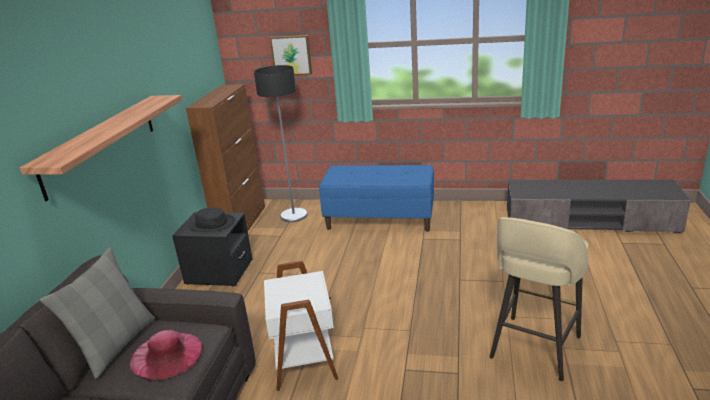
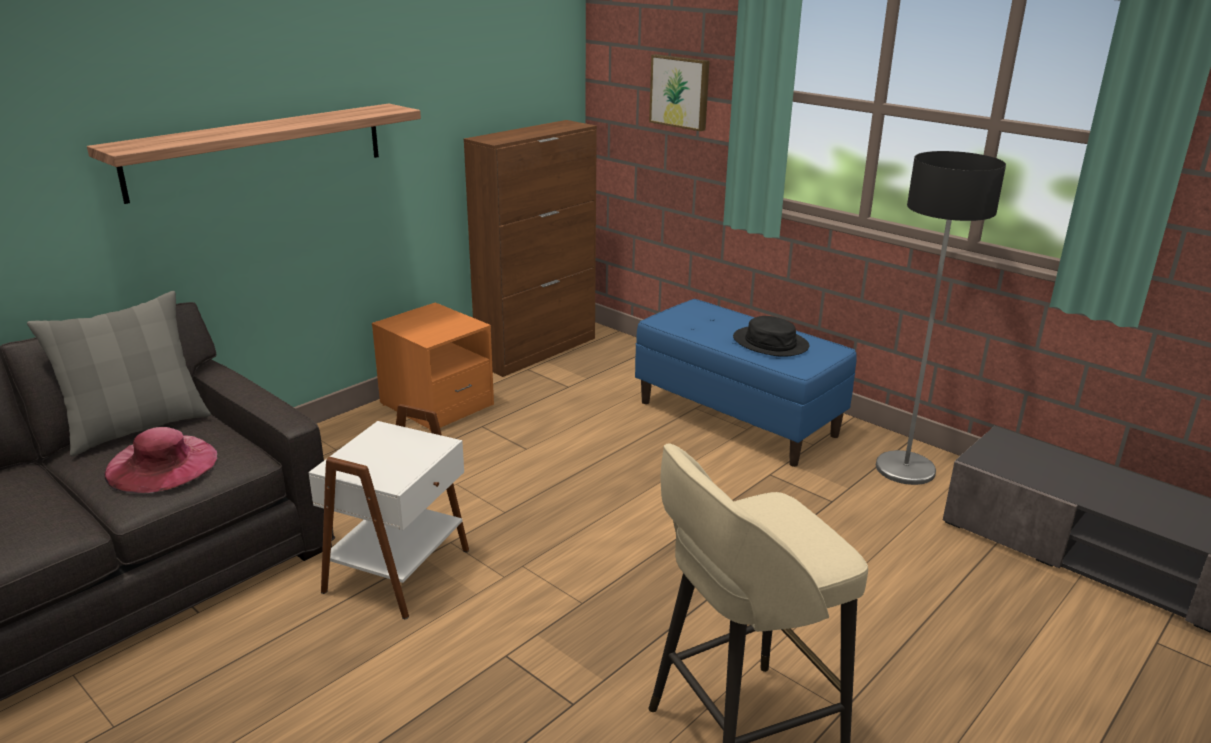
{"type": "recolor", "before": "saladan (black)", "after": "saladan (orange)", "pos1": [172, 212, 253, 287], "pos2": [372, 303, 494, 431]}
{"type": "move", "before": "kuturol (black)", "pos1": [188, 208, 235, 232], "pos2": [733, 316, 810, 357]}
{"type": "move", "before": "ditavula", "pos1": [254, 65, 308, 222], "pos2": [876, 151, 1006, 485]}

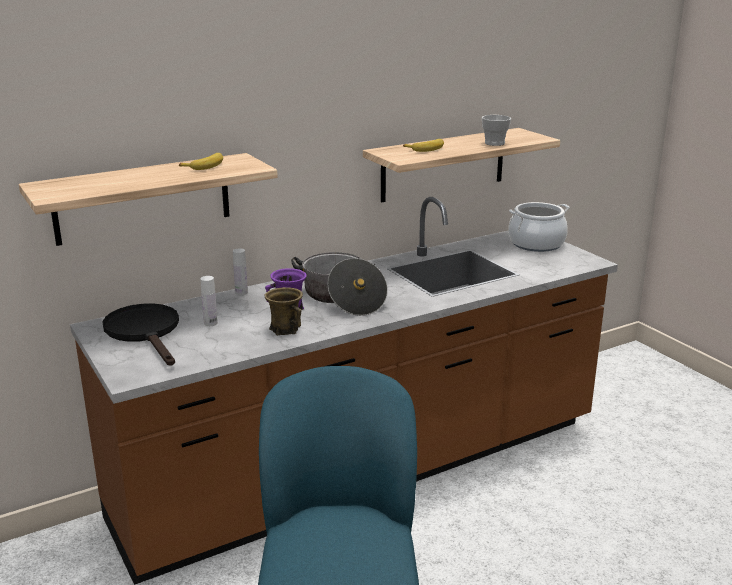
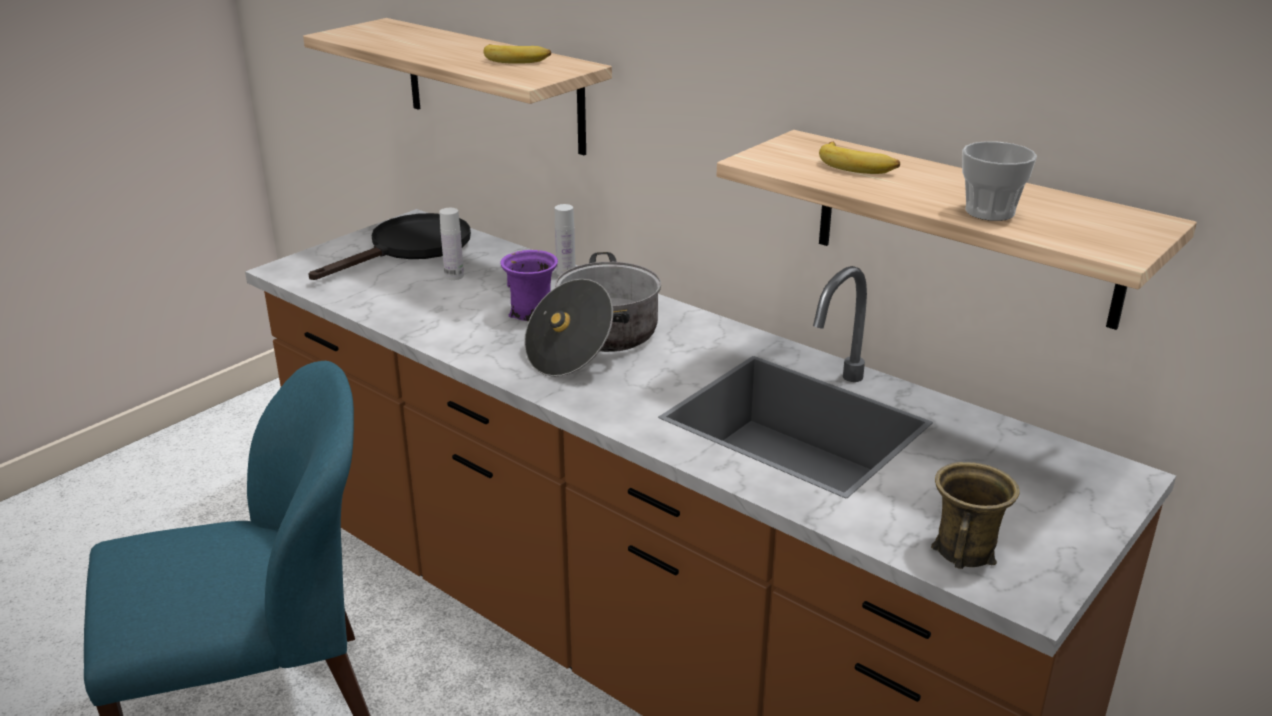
{"type": "move", "before": "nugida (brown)", "pos1": [264, 287, 303, 335], "pos2": [931, 462, 1020, 569]}
{"type": "delete", "before": "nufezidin", "pos1": [508, 202, 570, 252]}

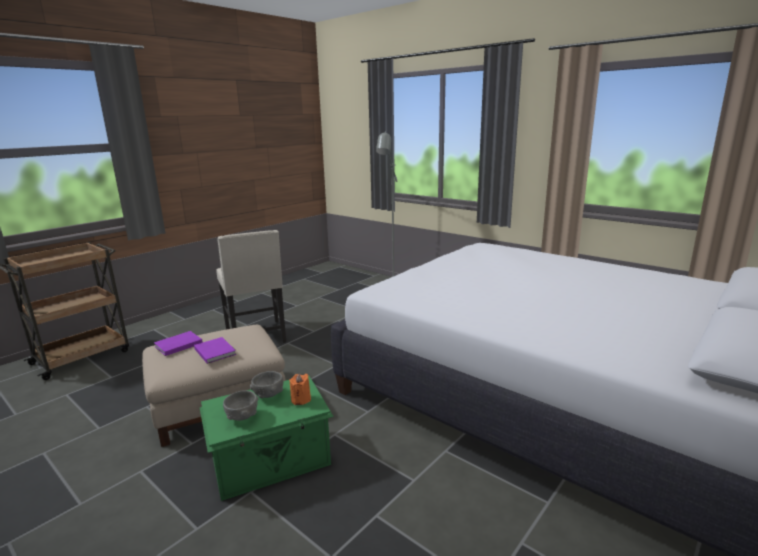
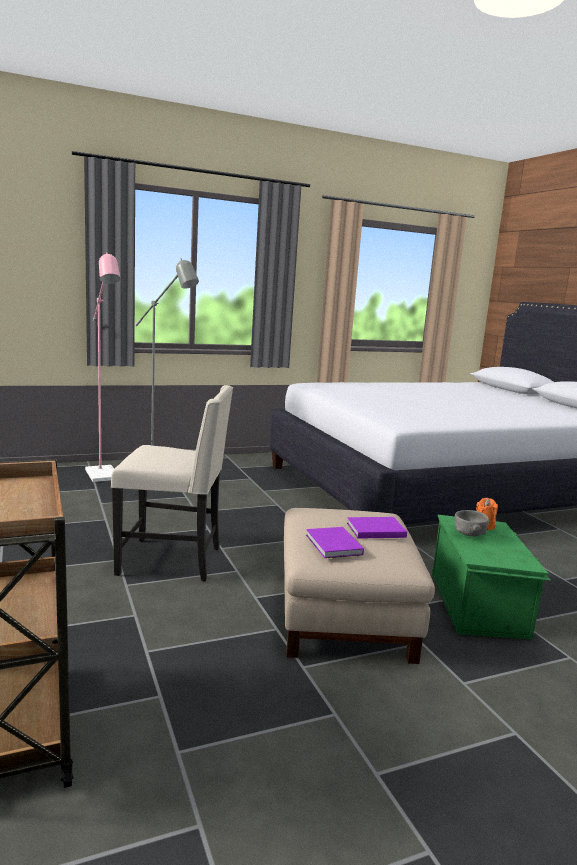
{"type": "insert", "after": "ditavula (pink)", "pos2": [85, 252, 121, 482]}
{"type": "delete", "before": "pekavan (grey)", "pos1": [223, 390, 258, 421]}

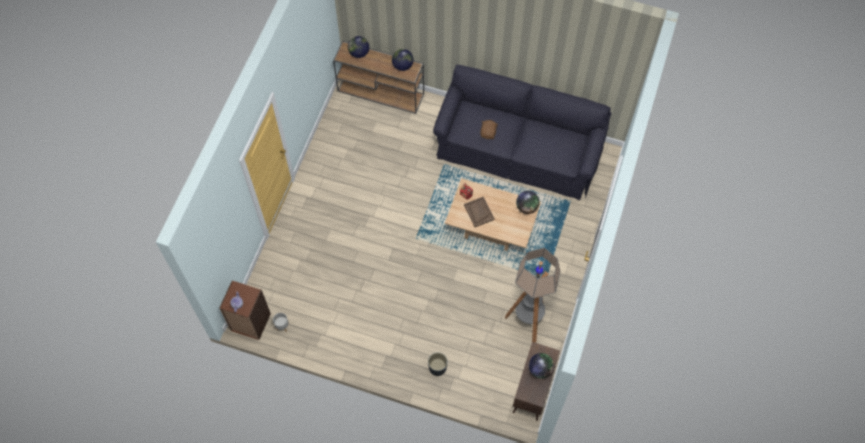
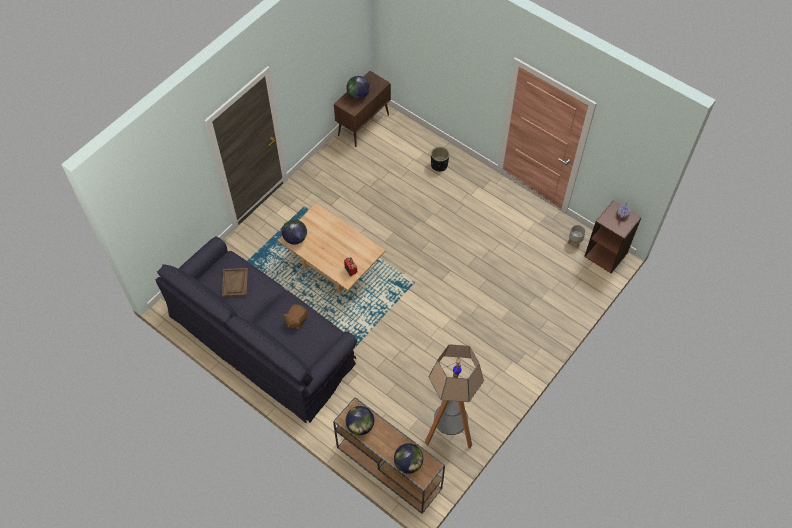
{"type": "move", "before": "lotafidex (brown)", "pos1": [464, 197, 495, 227], "pos2": [222, 268, 248, 297]}
{"type": "move", "before": "ditavula", "pos1": [505, 248, 560, 343], "pos2": [425, 344, 484, 449]}

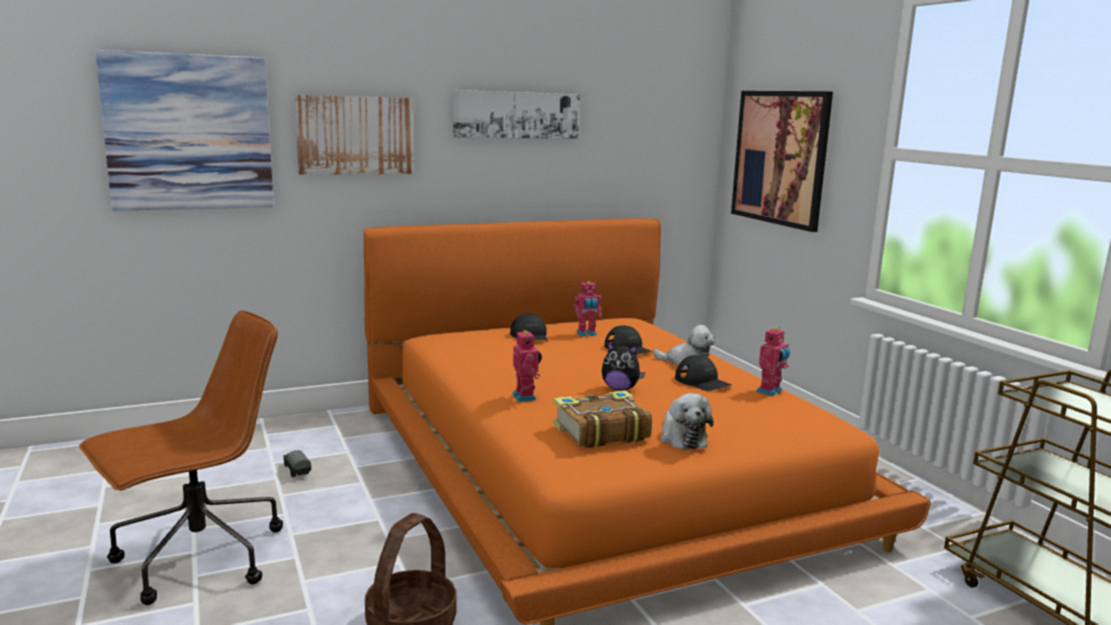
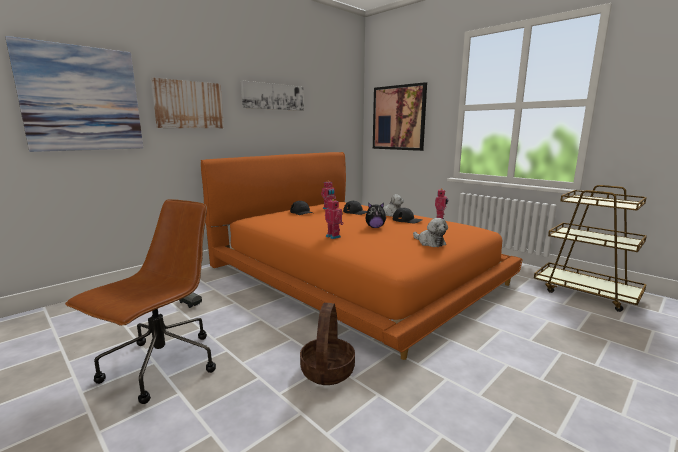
{"type": "delete", "before": "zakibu", "pos1": [553, 390, 652, 448]}

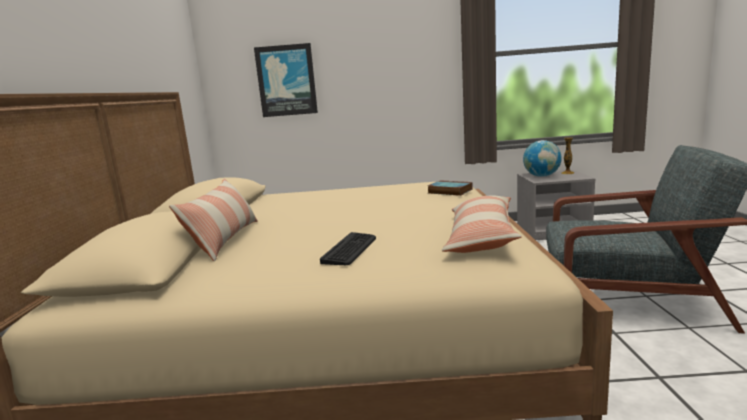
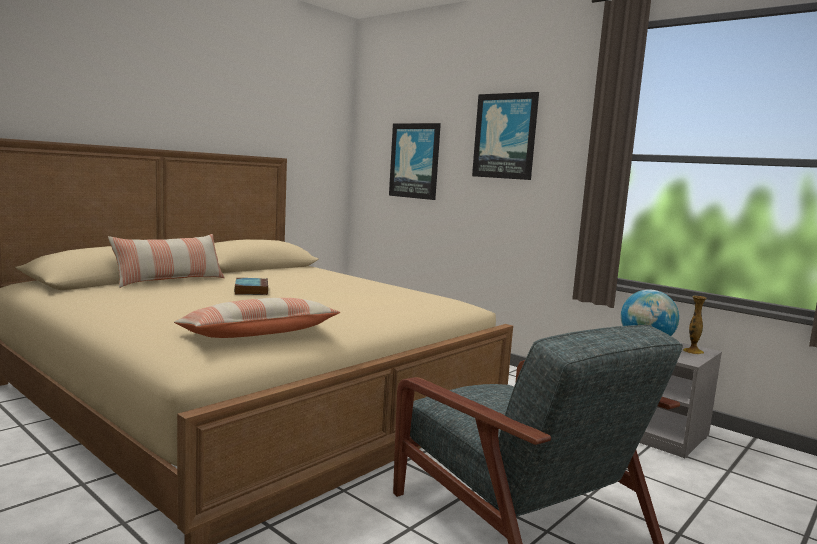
{"type": "move", "before": "zakibu", "pos1": [428, 180, 472, 196], "pos2": [234, 278, 268, 295]}
{"type": "insert", "after": "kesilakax", "pos2": [472, 92, 539, 180]}
{"type": "delete", "before": "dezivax", "pos1": [320, 232, 376, 265]}

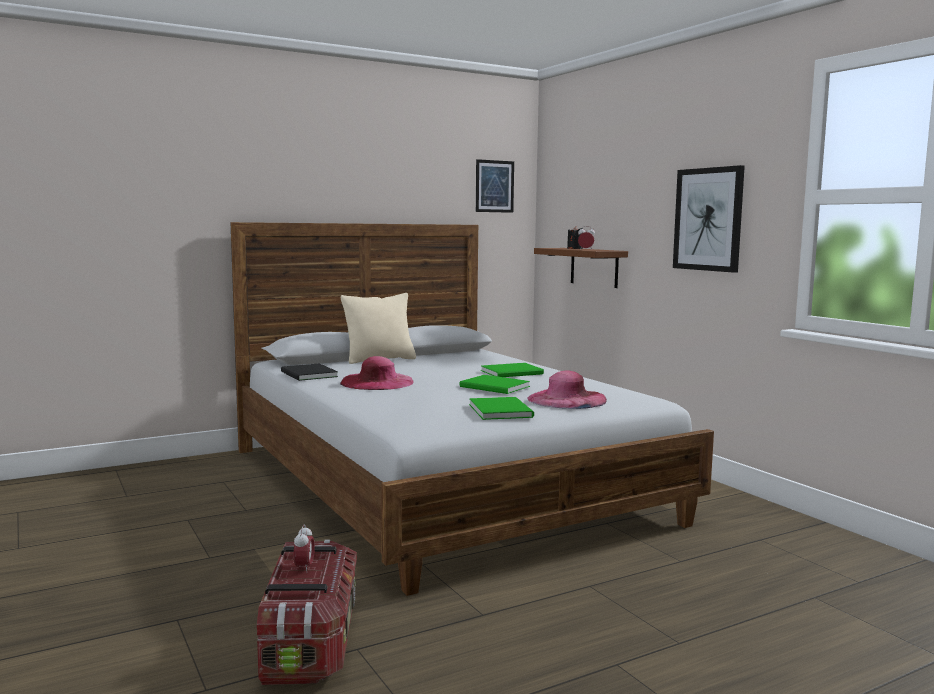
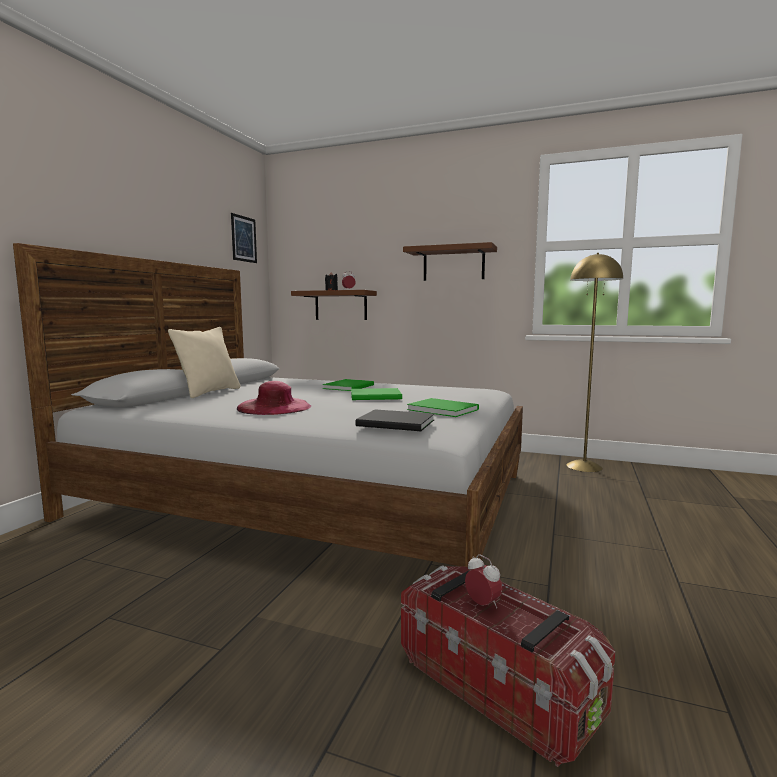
{"type": "move", "before": "zakibu (black)", "pos1": [281, 363, 338, 381], "pos2": [355, 409, 434, 431]}
{"type": "replace", "before": "kesilakax", "after": "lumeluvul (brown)", "pos1": [673, 165, 745, 273], "pos2": [403, 242, 497, 281]}
{"type": "insert", "after": "ditavula (yellow)", "pos2": [566, 253, 623, 472]}
{"type": "delete", "before": "kuturol (pink)", "pos1": [528, 371, 607, 409]}

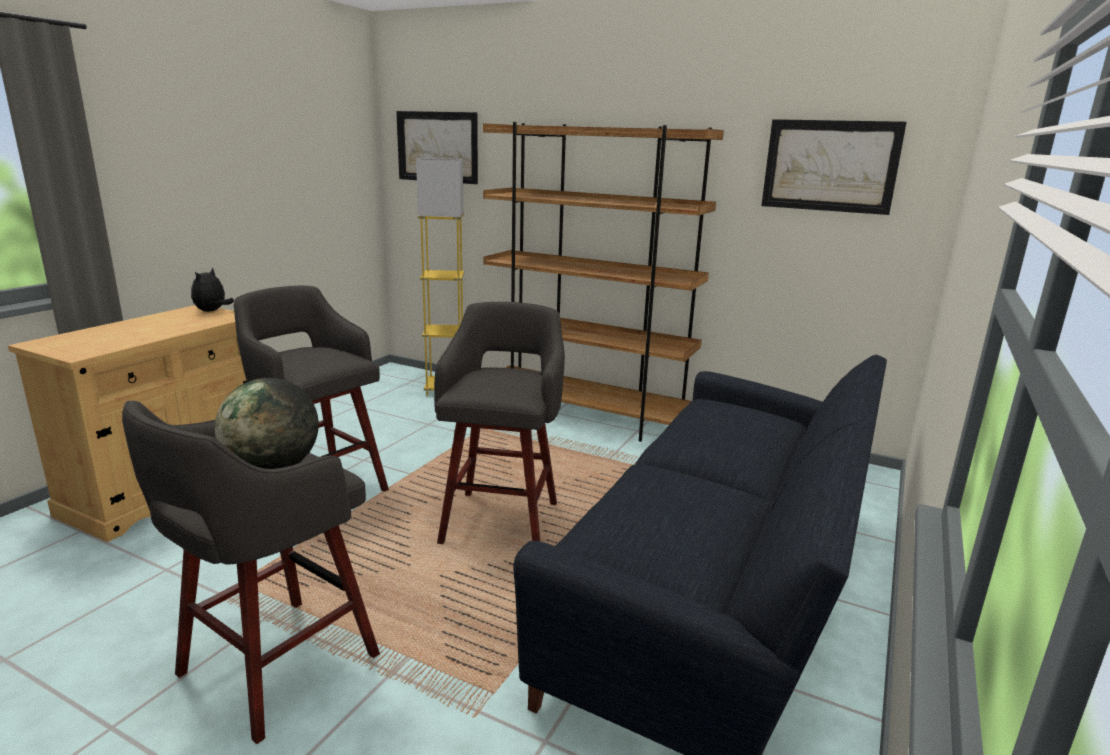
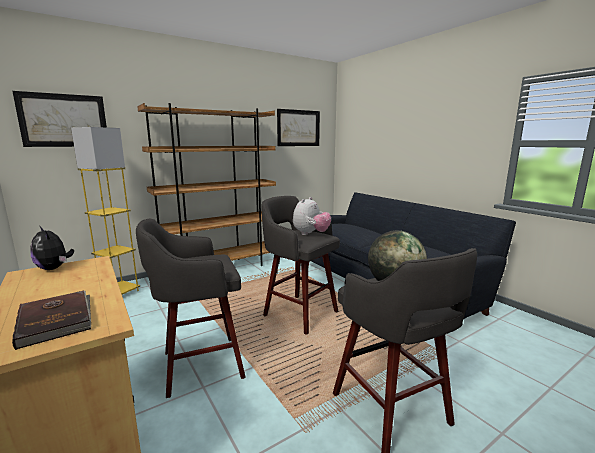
{"type": "insert", "after": "zakibu (brown)", "pos2": [12, 291, 91, 350]}
{"type": "insert", "after": "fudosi", "pos2": [293, 197, 331, 235]}

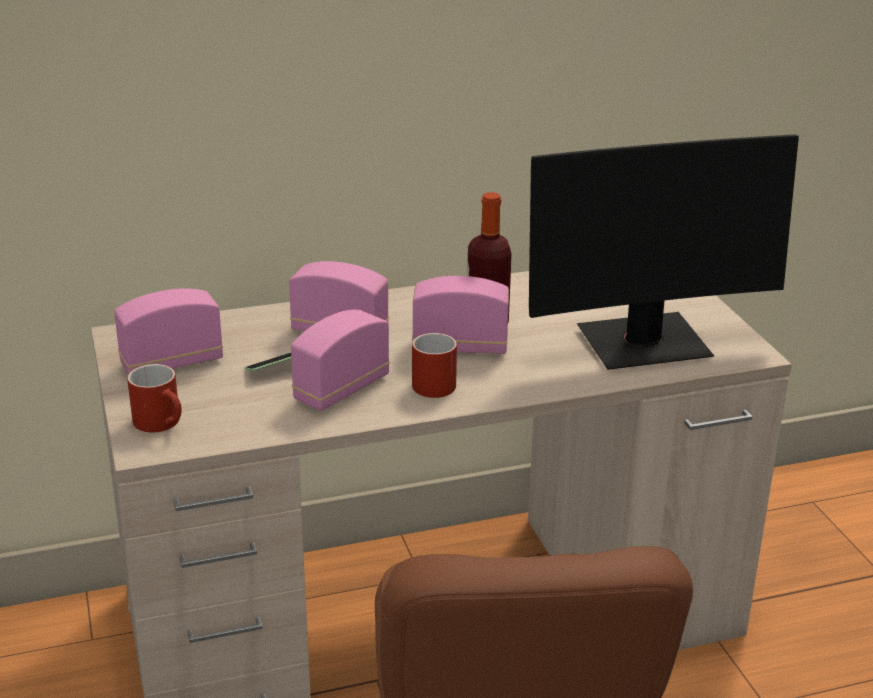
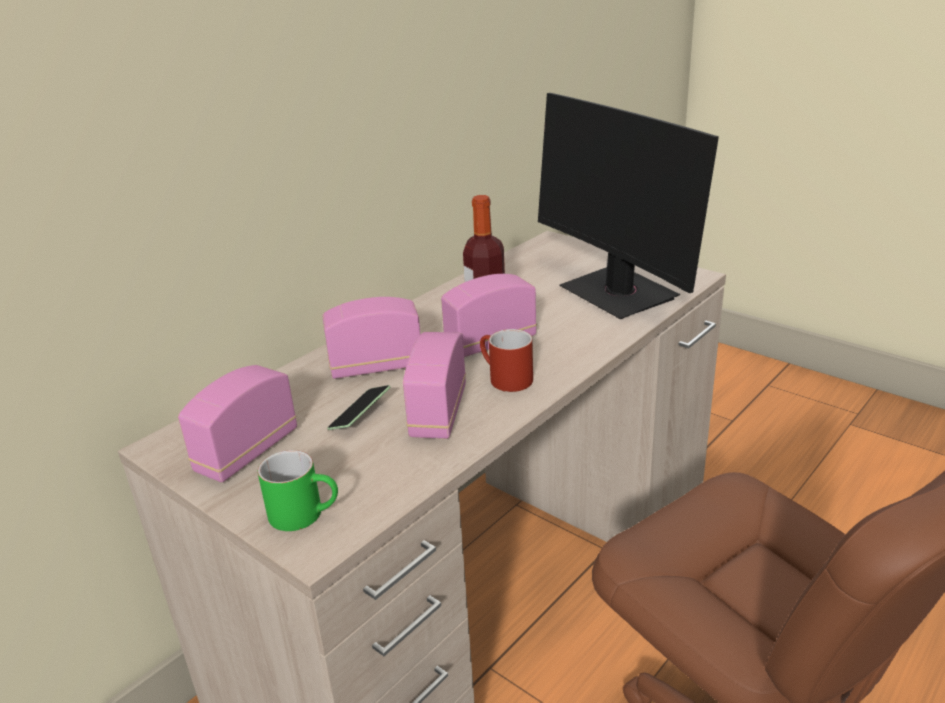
{"type": "recolor", "before": "nugida (red)", "after": "nugida (green)", "pos1": [127, 364, 182, 432], "pos2": [258, 450, 338, 531]}
{"type": "rotate", "before": "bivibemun", "pos1": [529, 134, 799, 370], "pos2": [538, 93, 719, 319], "turn": 105}

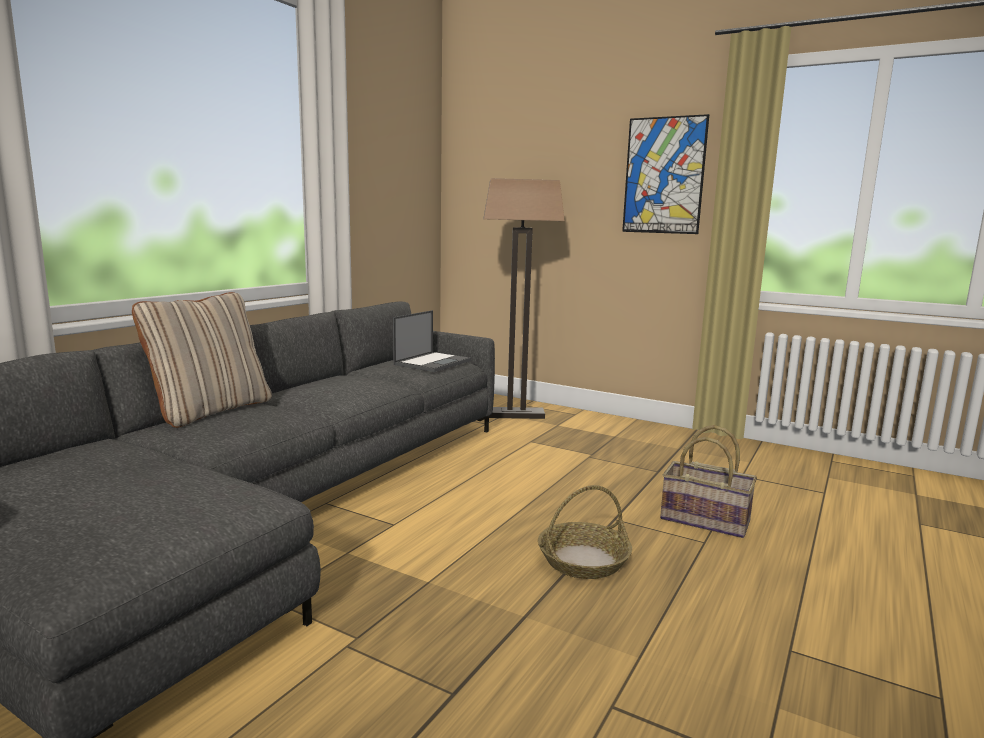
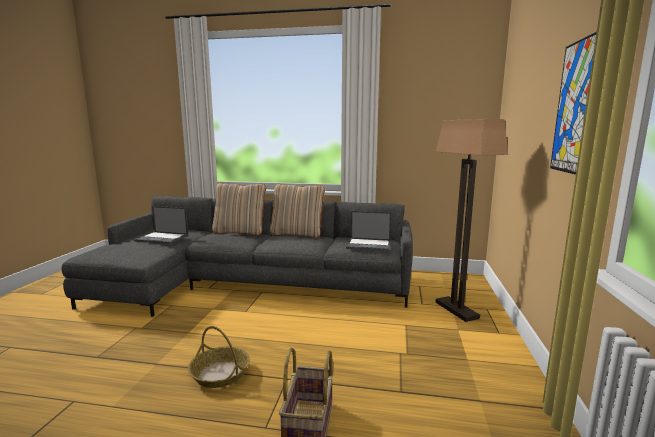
{"type": "insert", "after": "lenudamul", "pos2": [134, 206, 188, 244]}
{"type": "insert", "after": "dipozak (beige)", "pos2": [270, 184, 325, 238]}

